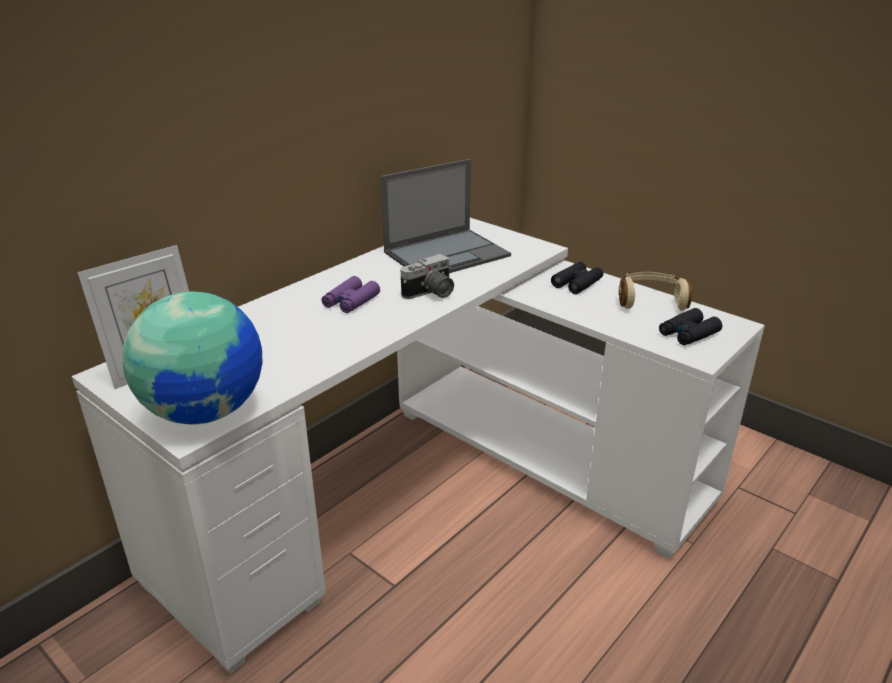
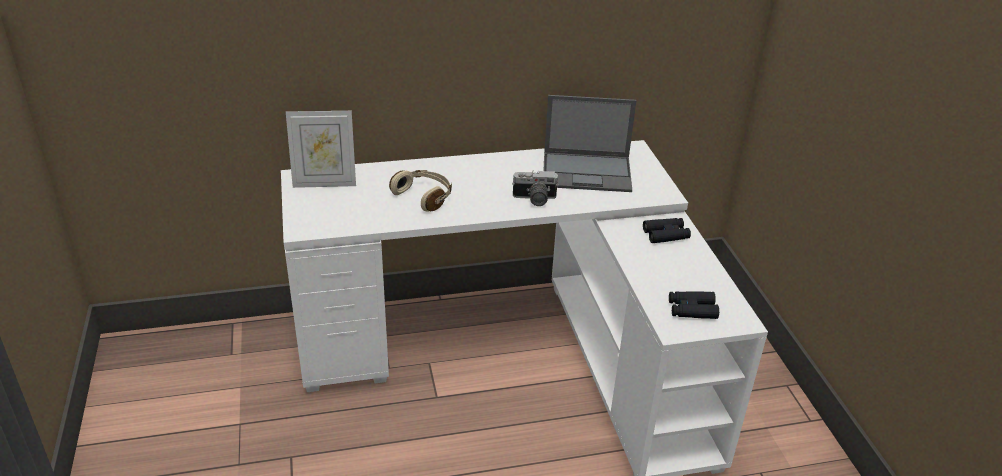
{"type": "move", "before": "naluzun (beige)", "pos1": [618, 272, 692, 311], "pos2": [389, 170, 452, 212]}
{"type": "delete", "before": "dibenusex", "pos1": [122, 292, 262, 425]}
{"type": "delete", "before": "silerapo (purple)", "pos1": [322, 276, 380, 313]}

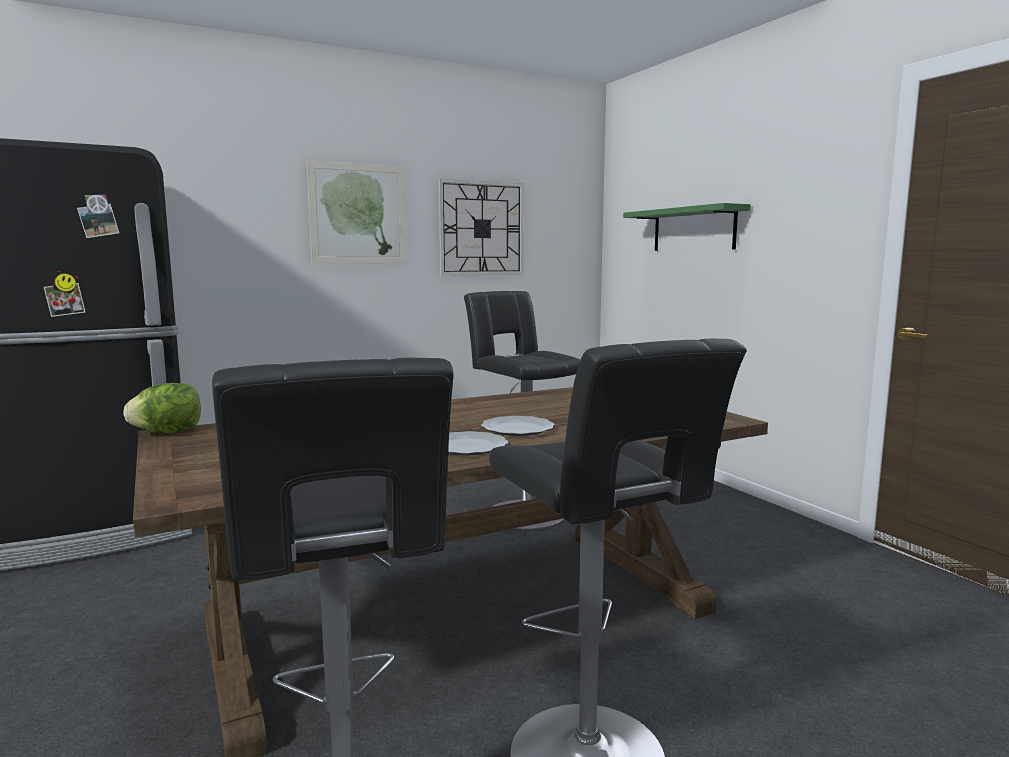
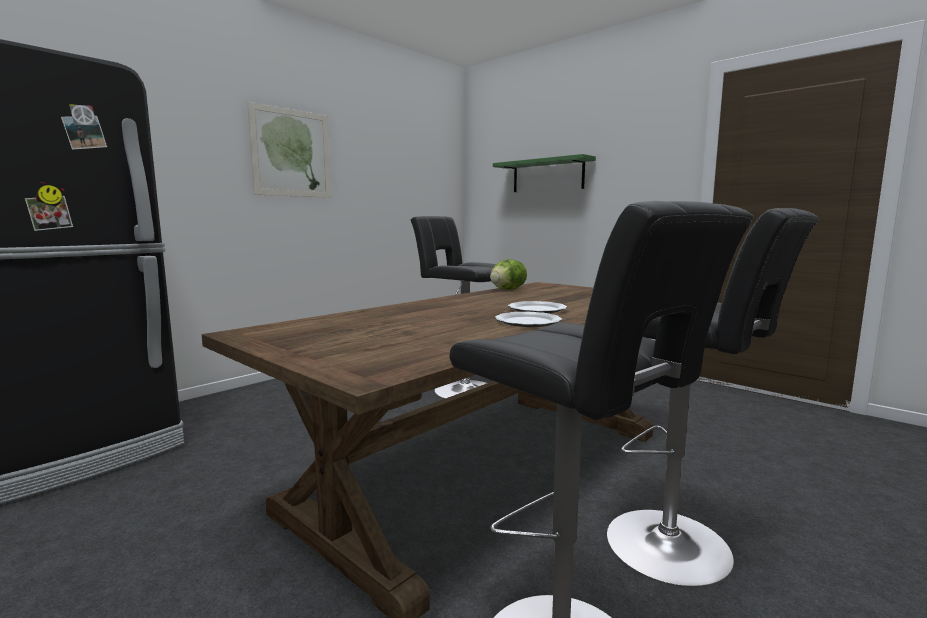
{"type": "move", "before": "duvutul", "pos1": [123, 383, 201, 433], "pos2": [490, 259, 527, 290]}
{"type": "delete", "before": "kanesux", "pos1": [438, 179, 524, 276]}

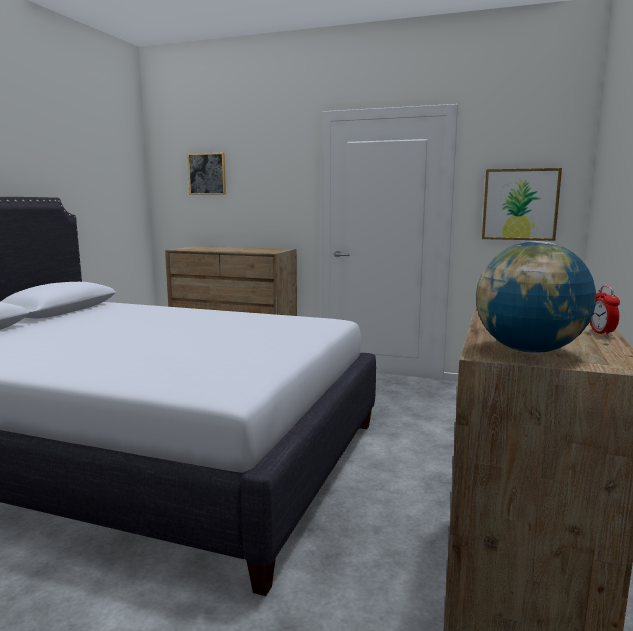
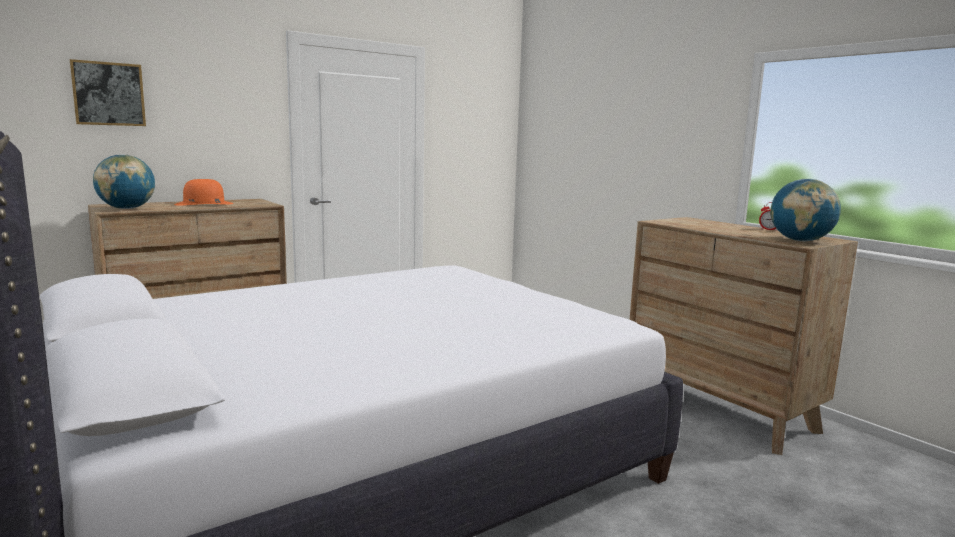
{"type": "insert", "after": "dibenusex", "pos2": [93, 154, 155, 209]}
{"type": "insert", "after": "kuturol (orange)", "pos2": [174, 179, 233, 206]}
{"type": "delete", "before": "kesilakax", "pos1": [482, 168, 562, 241]}

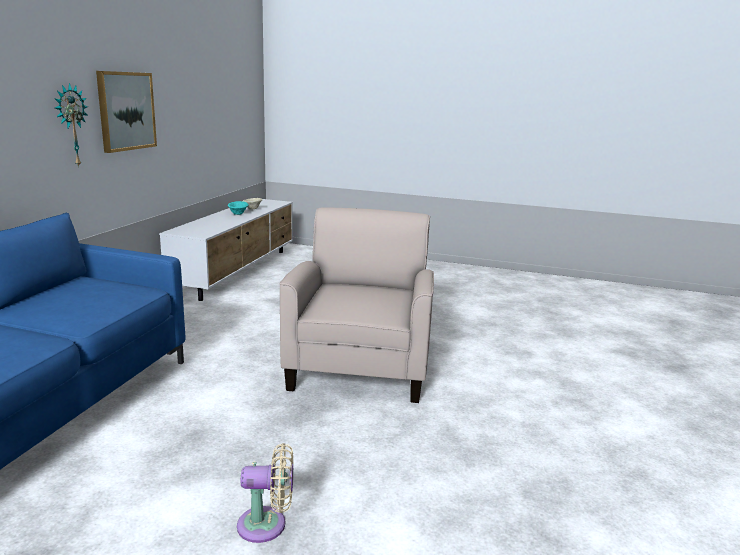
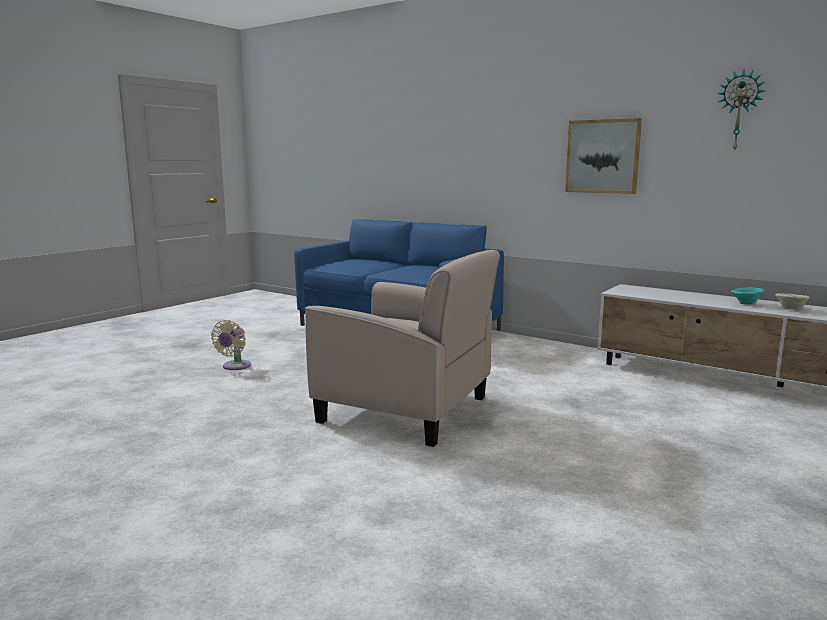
{"type": "move", "before": "kanesux", "pos1": [54, 83, 88, 168], "pos2": [717, 70, 765, 152]}

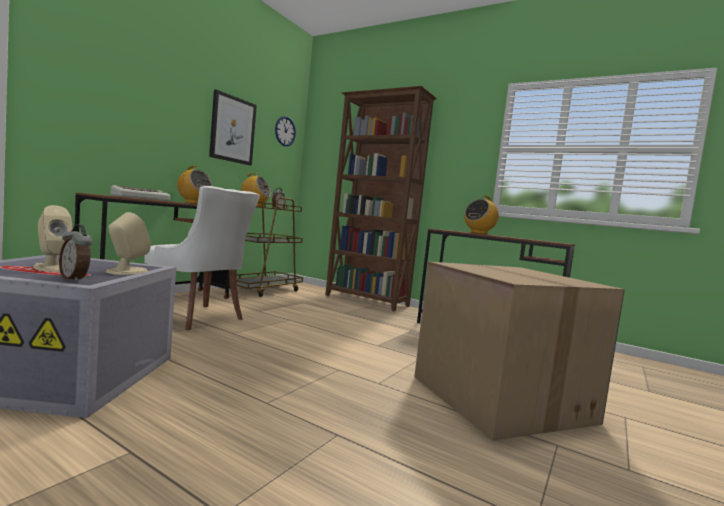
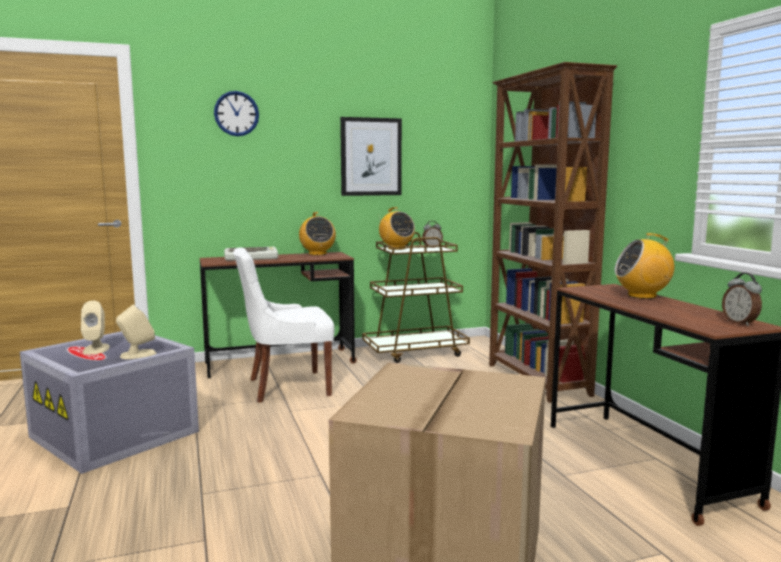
{"type": "move", "before": "kanesux", "pos1": [275, 116, 296, 146], "pos2": [214, 91, 259, 136]}
{"type": "rotate", "before": "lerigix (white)", "pos1": [144, 186, 260, 330], "pos2": [233, 248, 335, 403], "turn": 90}
{"type": "move", "before": "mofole", "pos1": [59, 224, 93, 282], "pos2": [722, 273, 762, 326]}

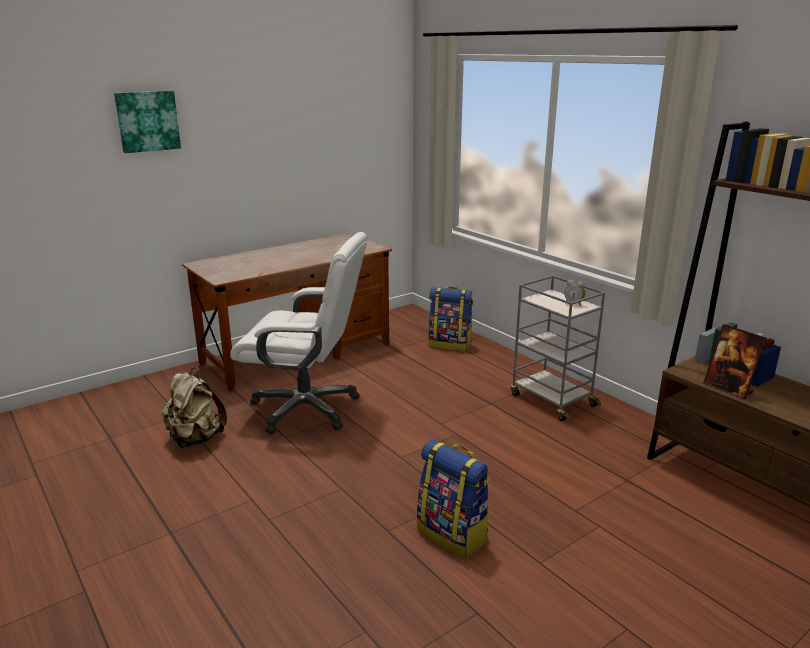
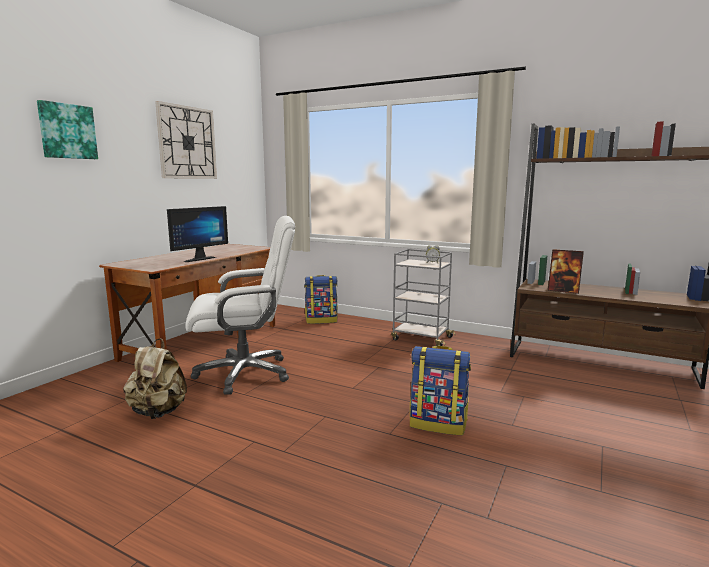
{"type": "insert", "after": "kanesux", "pos2": [155, 101, 217, 179]}
{"type": "insert", "after": "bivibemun", "pos2": [167, 206, 228, 262]}

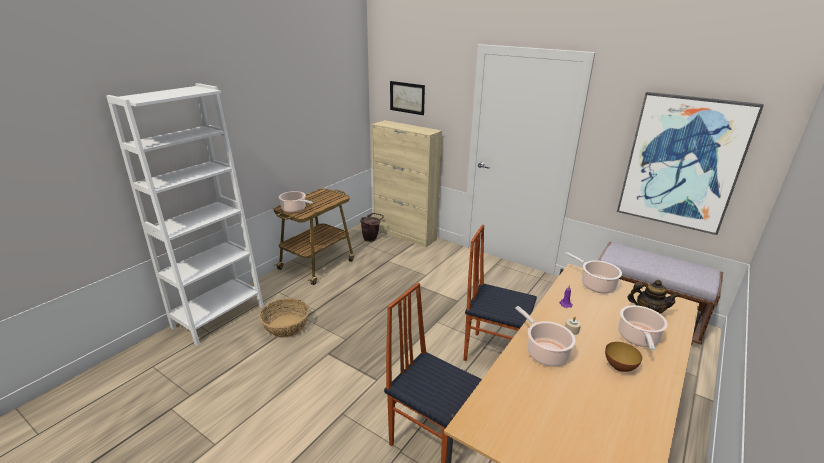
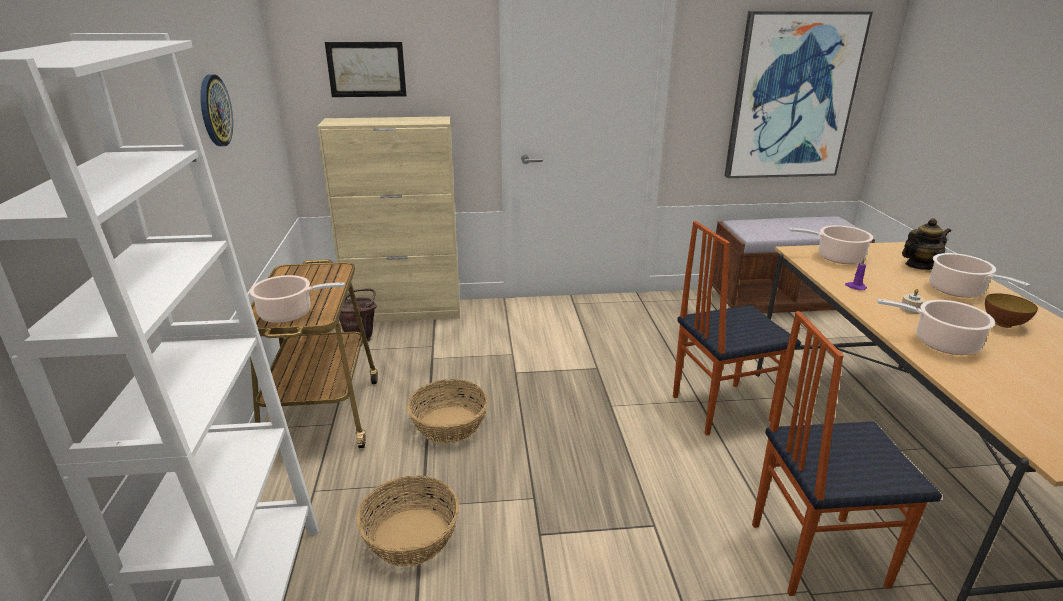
{"type": "insert", "after": "kanesux", "pos2": [200, 74, 233, 146]}
{"type": "insert", "after": "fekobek", "pos2": [407, 379, 488, 444]}

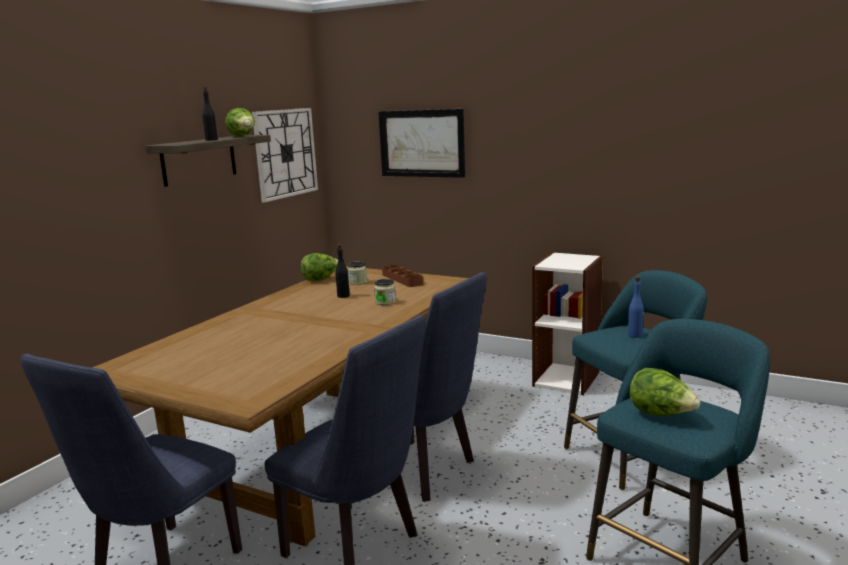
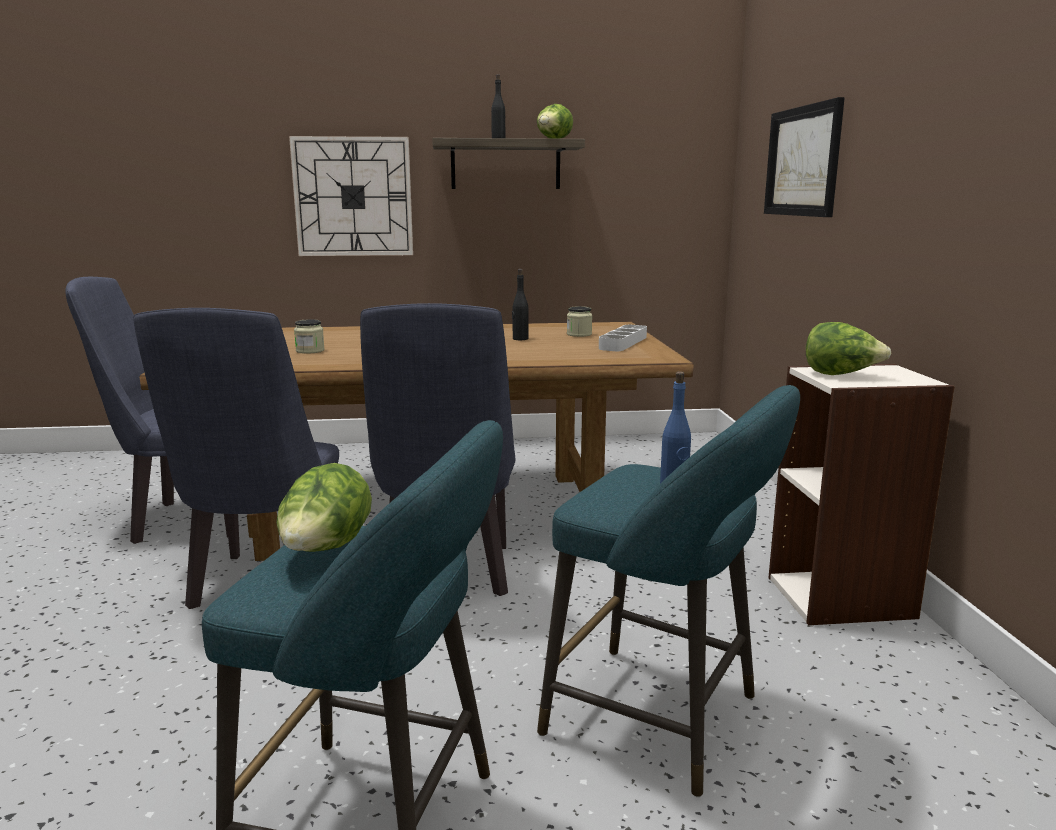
{"type": "move", "before": "kanesux", "pos1": [252, 108, 318, 203], "pos2": [289, 136, 413, 256]}
{"type": "move", "before": "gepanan", "pos1": [374, 279, 396, 305], "pos2": [294, 319, 325, 354]}
{"type": "recolor", "before": "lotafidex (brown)", "after": "lotafidex (grey)", "pos1": [382, 265, 423, 287], "pos2": [599, 325, 647, 351]}
{"type": "move", "before": "duvutul", "pos1": [301, 253, 338, 281], "pos2": [806, 322, 891, 375]}

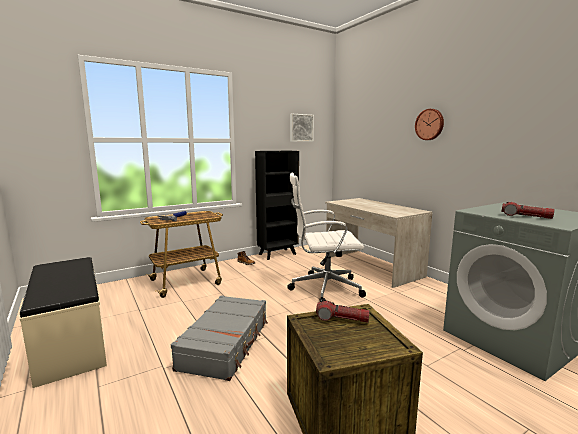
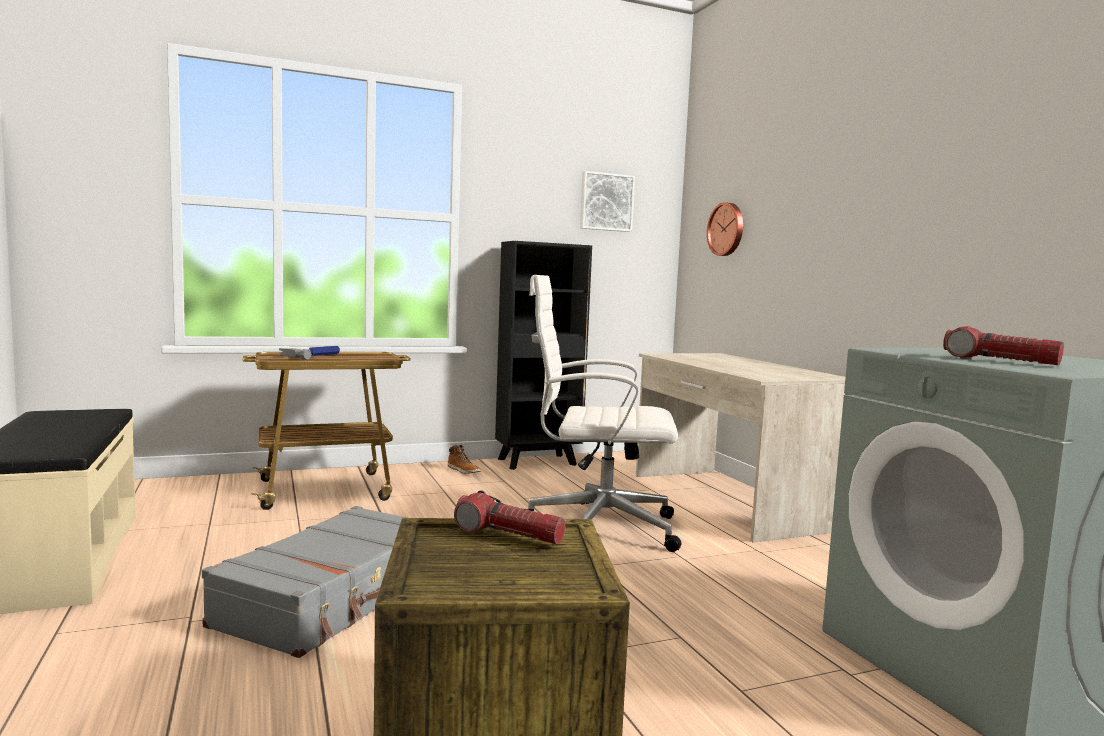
{"type": "move", "before": "kanesux", "pos1": [415, 109, 444, 140], "pos2": [707, 202, 743, 256]}

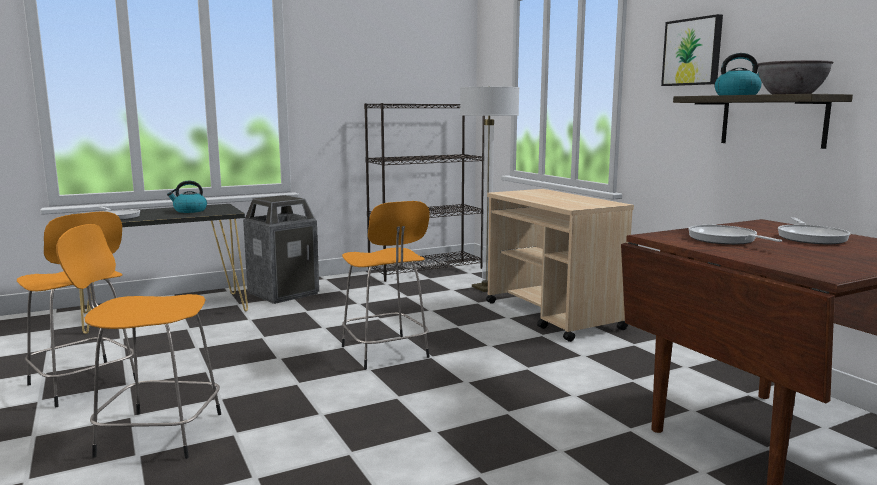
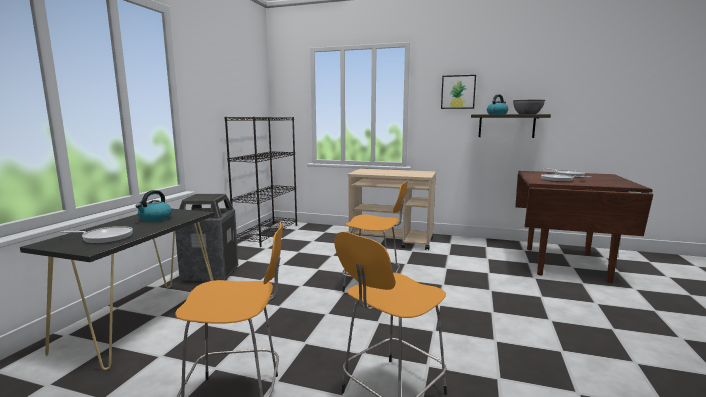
{"type": "delete", "before": "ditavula", "pos1": [460, 86, 520, 292]}

